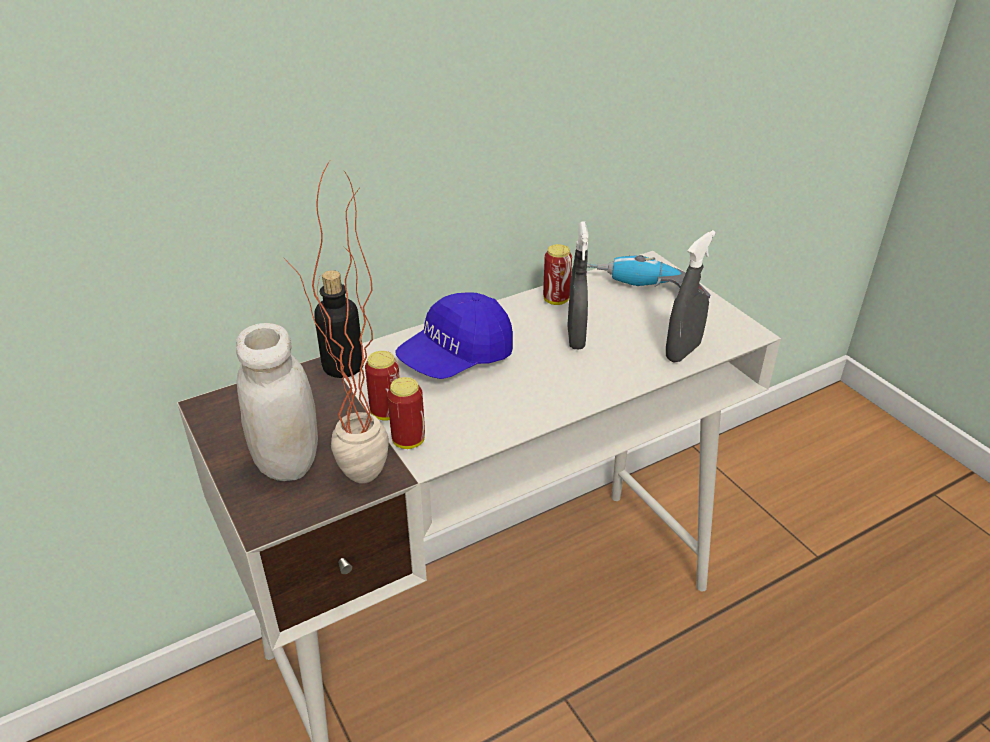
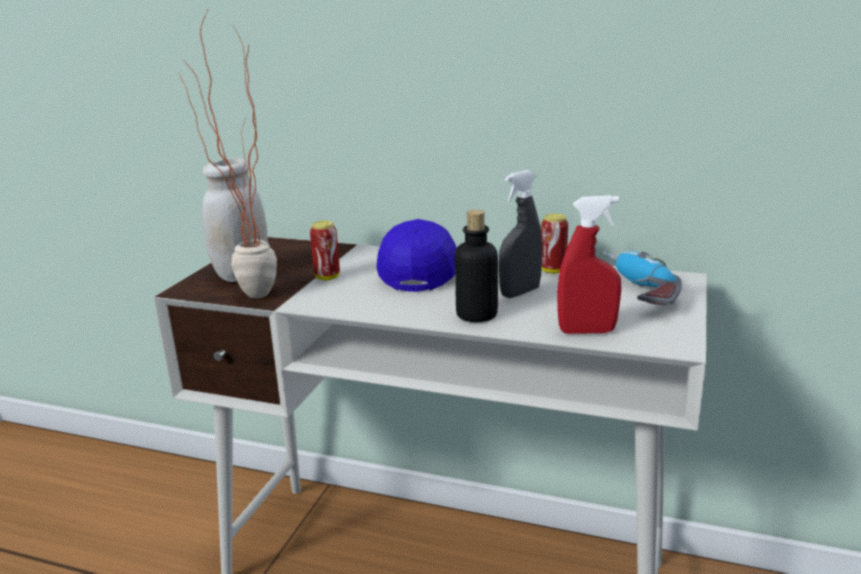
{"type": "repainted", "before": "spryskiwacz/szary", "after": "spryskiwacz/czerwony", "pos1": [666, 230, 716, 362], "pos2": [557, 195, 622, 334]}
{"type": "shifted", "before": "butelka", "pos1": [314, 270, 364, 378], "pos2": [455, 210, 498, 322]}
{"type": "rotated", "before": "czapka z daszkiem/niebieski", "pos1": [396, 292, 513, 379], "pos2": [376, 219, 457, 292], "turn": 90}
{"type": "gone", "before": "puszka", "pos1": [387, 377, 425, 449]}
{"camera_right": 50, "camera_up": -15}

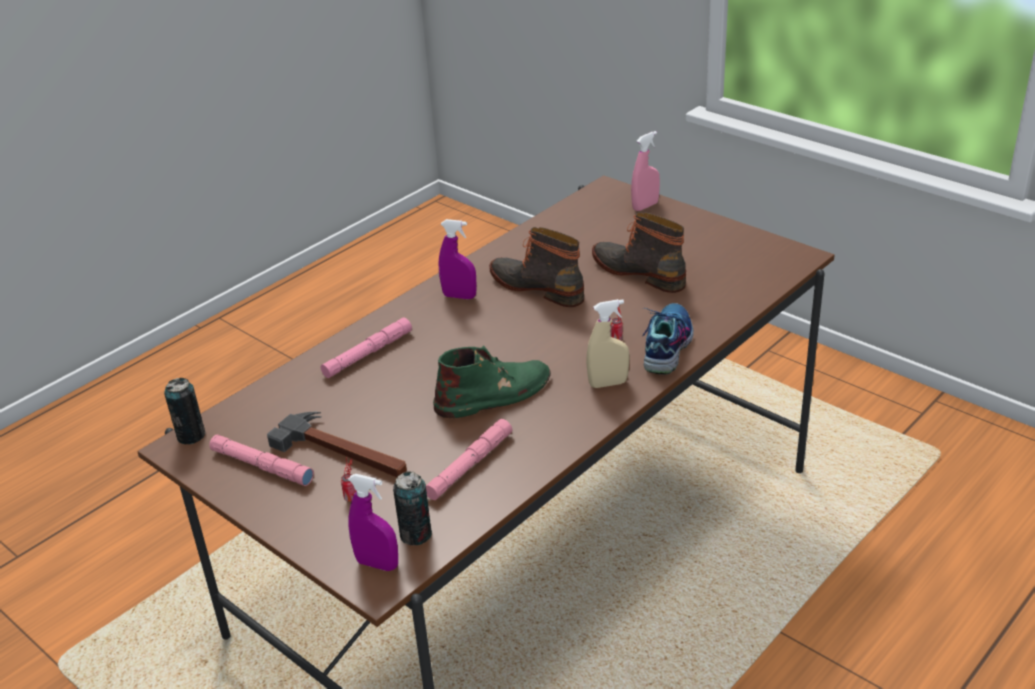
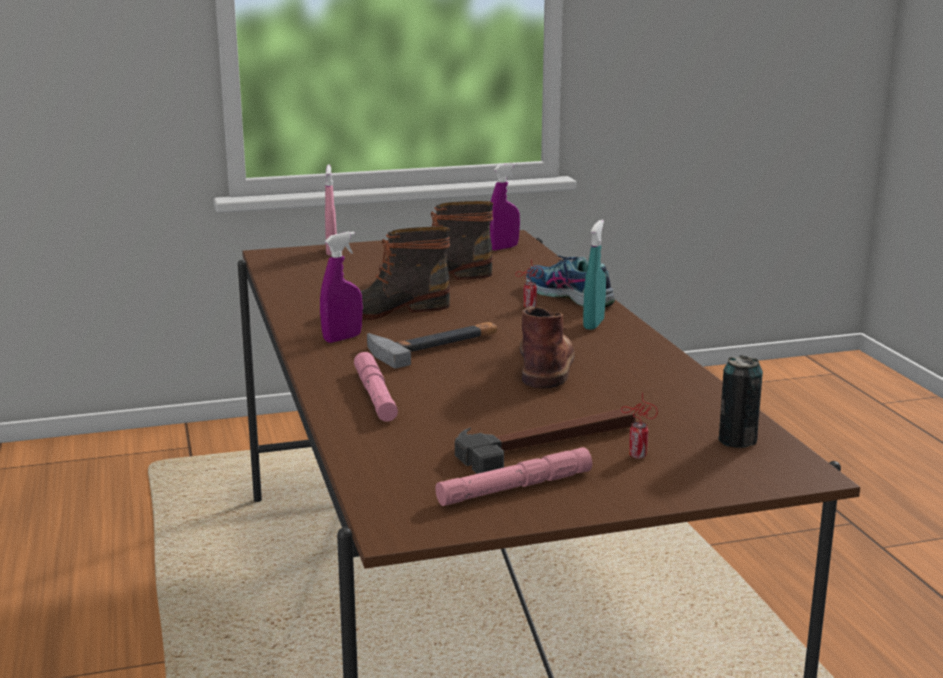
{"type": "repainted", "before": "spryskiwacz/beżowy", "after": "spryskiwacz/turkusowy", "pos1": [586, 299, 629, 388], "pos2": [583, 220, 606, 330]}
{"type": "repainted", "before": "but z cholewką/zielony", "after": "but z cholewką/brązowy", "pos1": [433, 345, 551, 418], "pos2": [520, 306, 575, 388]}
{"type": "gone", "before": "puszka", "pos1": [164, 378, 206, 444]}
{"type": "gone", "before": "latarka/różowy", "pos1": [426, 419, 512, 500]}
{"type": "shifted", "before": "spryskiwacz/fioletowy", "pos1": [348, 474, 398, 571], "pos2": [490, 163, 520, 250]}
{"type": "new", "after": "młotek", "pos2": [367, 322, 497, 369]}
{"camera_right": -60, "camera_up": -15}

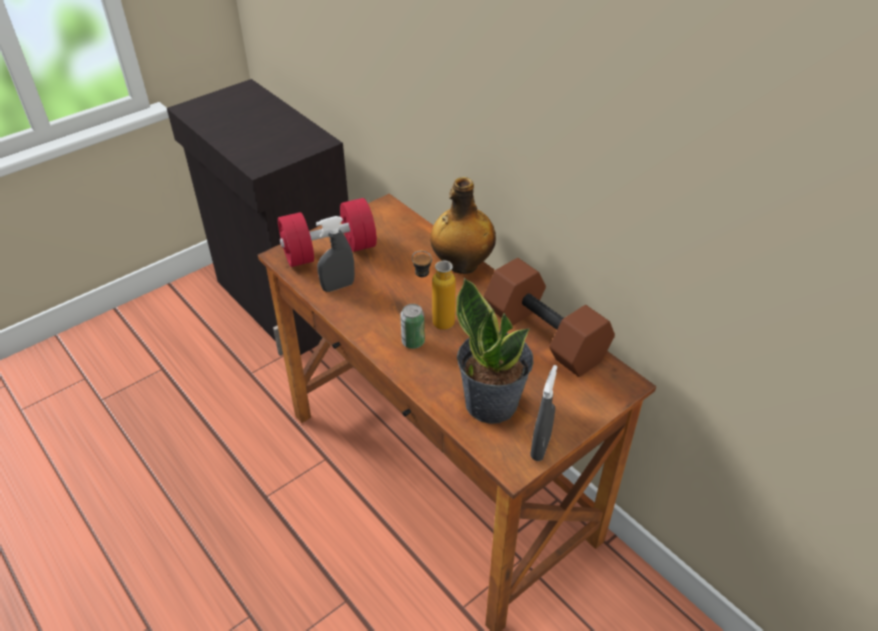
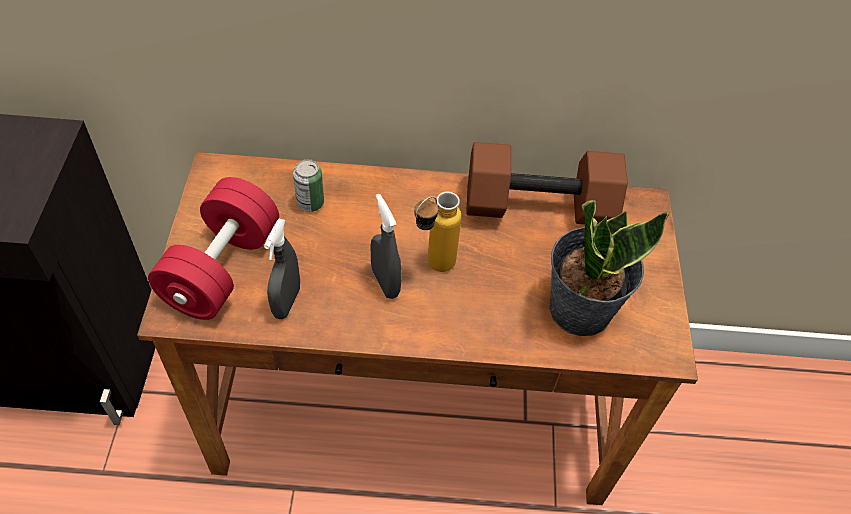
{"type": "gone", "before": "butelka", "pos1": [430, 177, 496, 274]}
{"type": "shifted", "before": "puszka", "pos1": [400, 304, 425, 349], "pos2": [293, 159, 324, 212]}
{"type": "shifted", "before": "spryskiwacz/szary", "pos1": [531, 365, 557, 461], "pos2": [370, 194, 401, 299]}
{"camera_right": -50, "camera_up": 10}

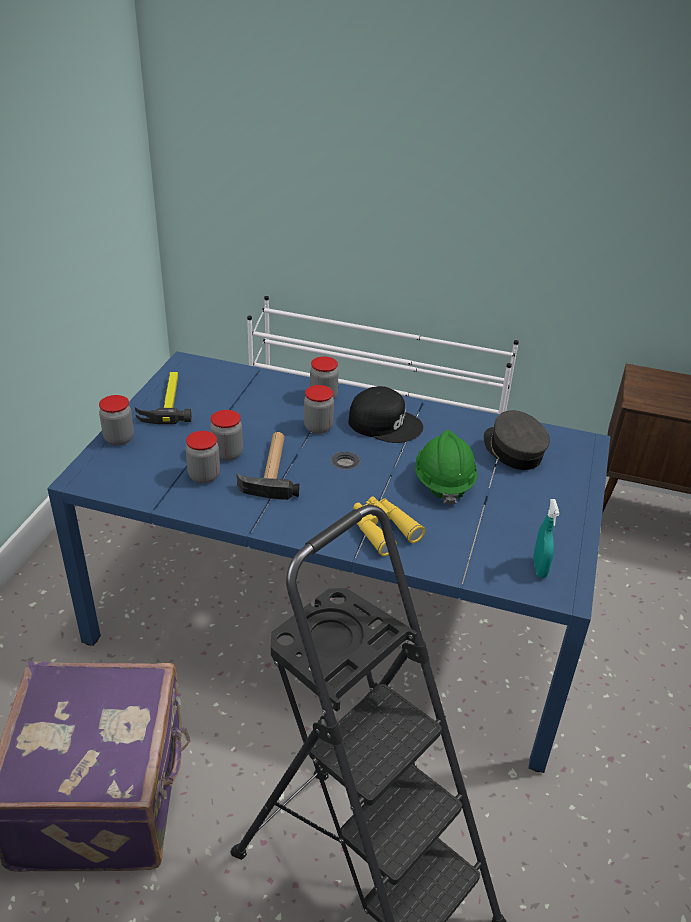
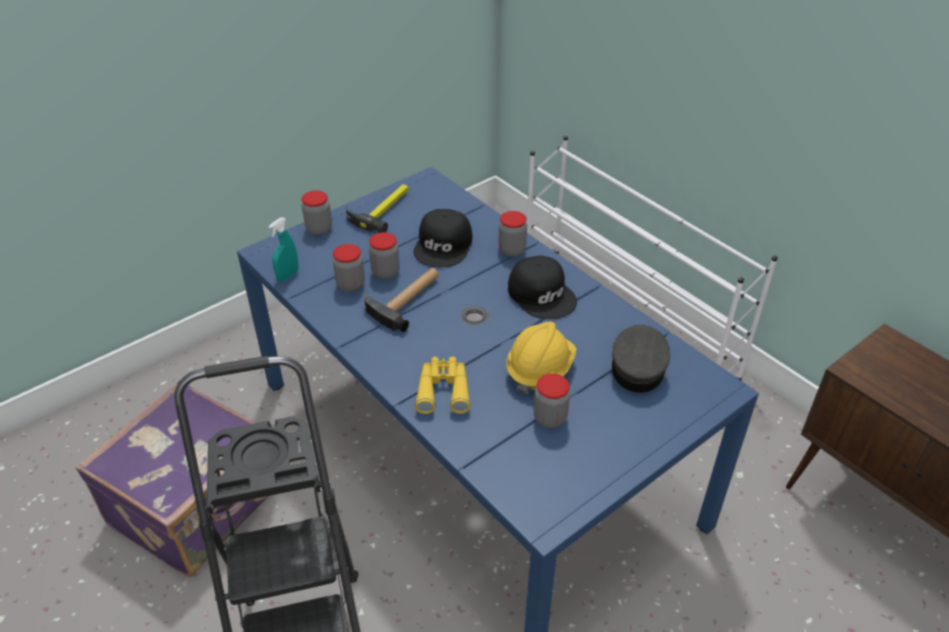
{"type": "shifted", "before": "słoik", "pos1": [304, 385, 334, 434], "pos2": [534, 373, 570, 428]}
{"type": "repainted", "before": "kask/zielony", "after": "kask/żółty", "pos1": [415, 430, 477, 505], "pos2": [506, 321, 577, 394]}
{"type": "shifted", "before": "spryskiwacz/turkusowy", "pos1": [533, 499, 559, 578], "pos2": [268, 218, 298, 282]}
{"type": "new", "after": "czapka z daszkiem/czarny", "pos2": [414, 209, 472, 267]}
{"camera_right": 35, "camera_up": 5}

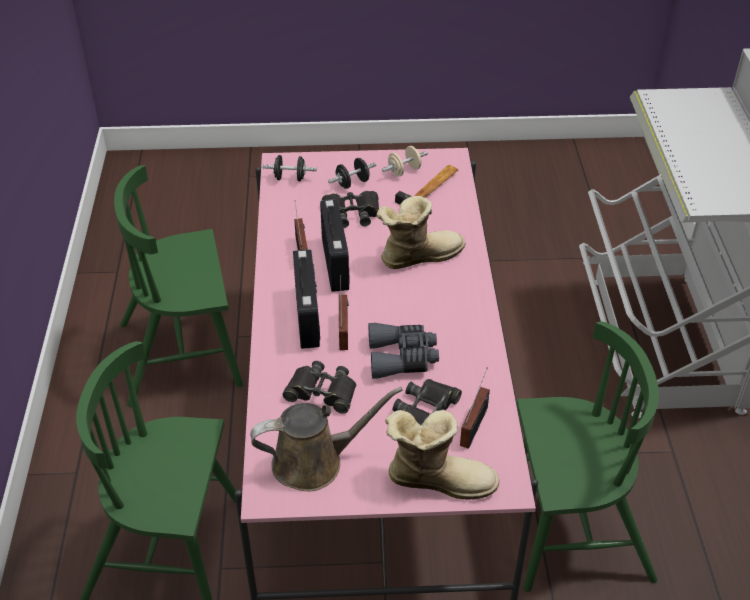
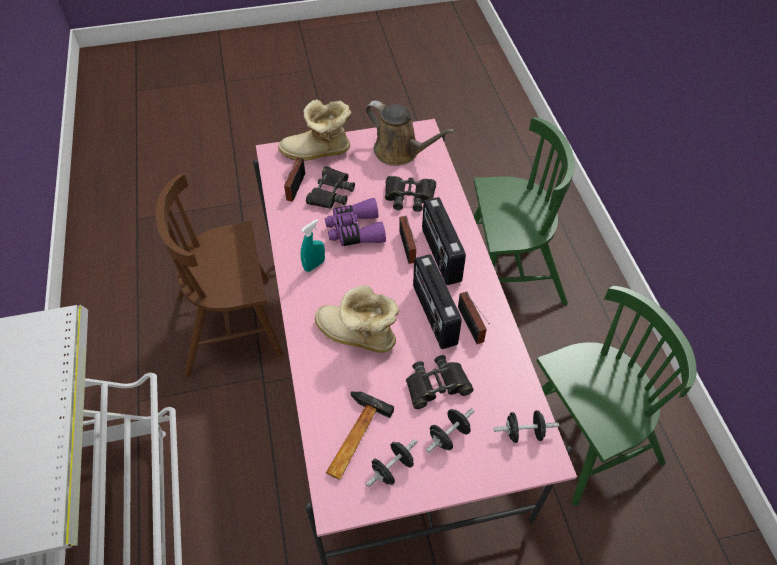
{"type": "repainted", "before": "hantel/beżowy", "after": "hantel/czarny", "pos1": [382, 146, 428, 177], "pos2": [366, 439, 417, 487]}
{"type": "rotated", "before": "but z cholewką", "pos1": [377, 196, 466, 269], "pos2": [315, 285, 399, 353], "turn": 60}
{"type": "repainted", "before": "krzesło/zielony", "after": "krzesło/brązowy", "pos1": [517, 322, 659, 592], "pos2": [156, 174, 284, 378]}
{"type": "repainted", "before": "lornetka/szary", "after": "lornetka/fioletowy", "pos1": [369, 323, 439, 379], "pos2": [325, 198, 386, 246]}
{"type": "rotated", "before": "konewka/brązowy", "pos1": [250, 387, 403, 491], "pos2": [365, 100, 455, 166], "turn": -120}
{"type": "new", "after": "spryskiwacz/turkusowy", "pos2": [301, 219, 325, 272]}
{"camera_right": 170, "camera_up": 10}

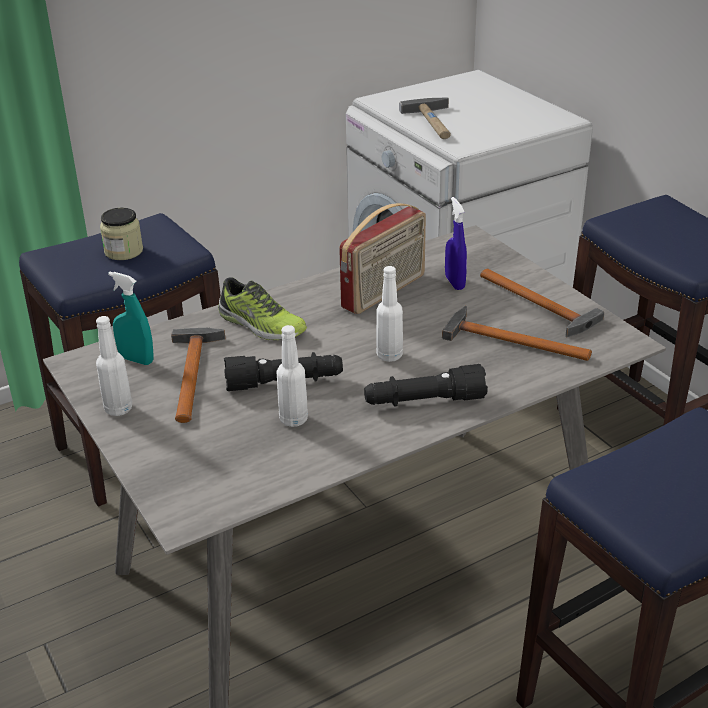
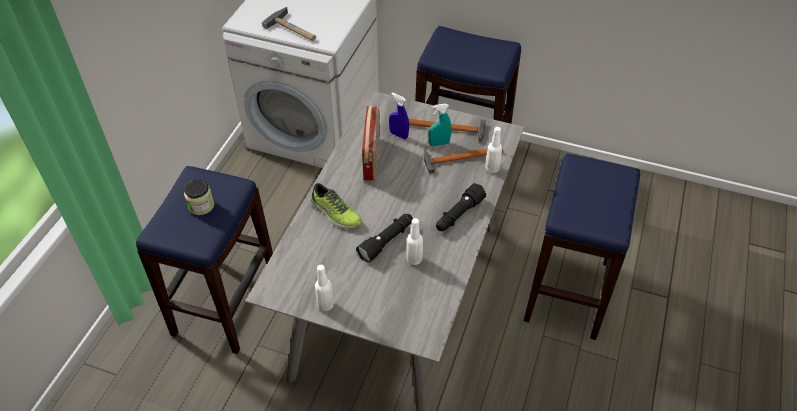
{"type": "shifted", "before": "butelka/biały", "pos1": [376, 266, 403, 362], "pos2": [485, 127, 502, 173]}
{"type": "shifted", "before": "spryskiwacz/turkusowy", "pos1": [108, 272, 153, 365], "pos2": [429, 104, 452, 146]}
{"type": "rotated", "before": "but", "pos1": [218, 278, 307, 340], "pos2": [310, 183, 362, 229], "turn": 45}
{"type": "gone", "before": "młotek", "pos1": [171, 328, 225, 423]}
{"camera_right": -40, "camera_up": 15}

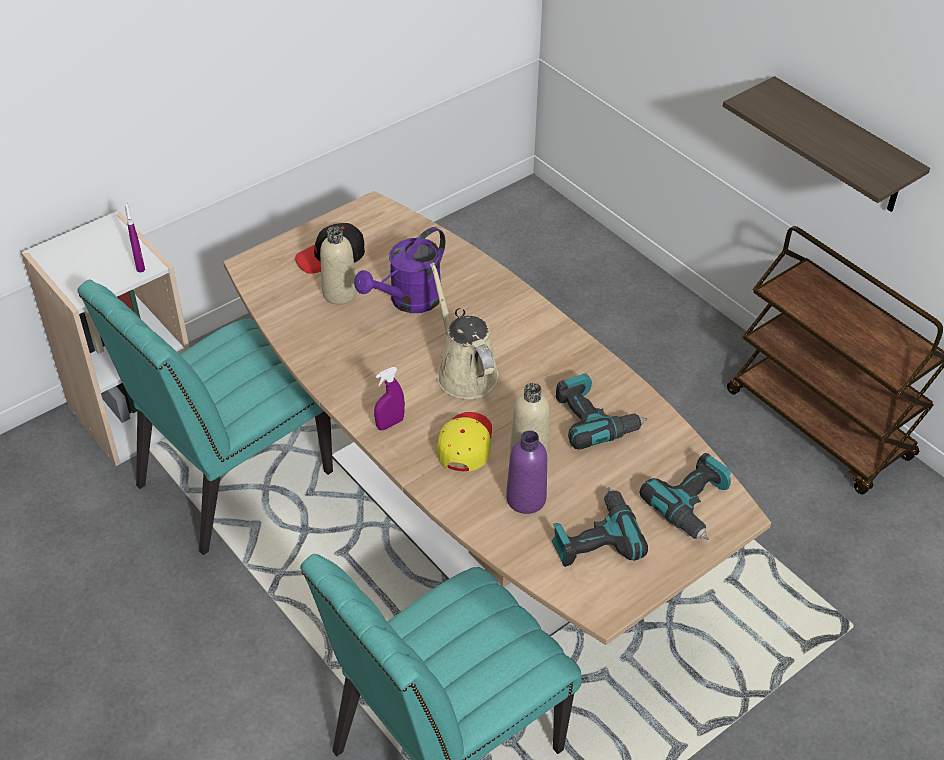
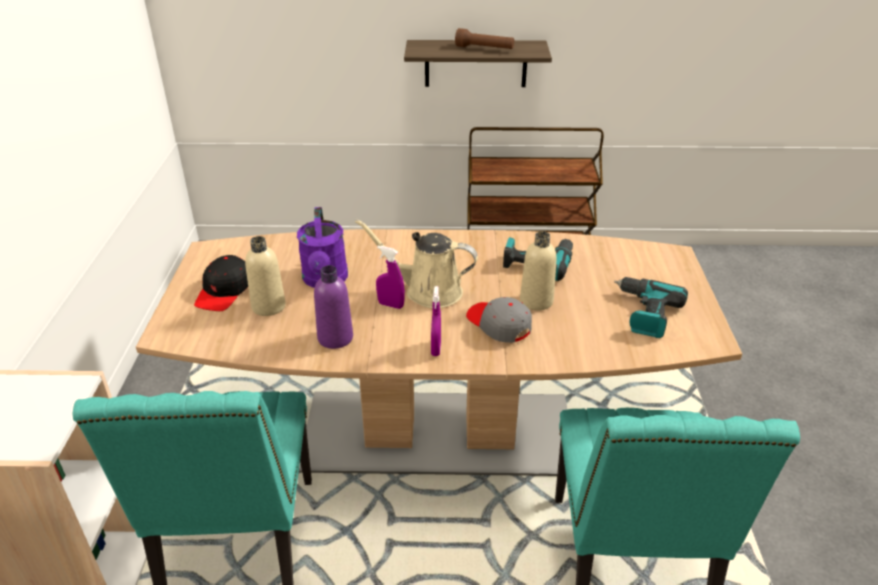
{"type": "shifted", "before": "spryskiwacz/fioletowy", "pos1": [125, 203, 145, 273], "pos2": [376, 246, 405, 309]}
{"type": "repainted", "before": "czapka z daszkiem/żółty", "after": "czapka z daszkiem/szary", "pos1": [437, 412, 492, 471], "pos2": [466, 297, 532, 343]}
{"type": "shifted", "before": "butelka/fioletowy", "pos1": [506, 430, 547, 514], "pos2": [314, 265, 353, 349]}
{"type": "gone", "before": "wiertarka", "pos1": [640, 453, 731, 540]}
{"type": "new", "after": "latarka/brązowy", "pos2": [455, 28, 514, 49]}
{"camera_right": -50, "camera_up": -10}

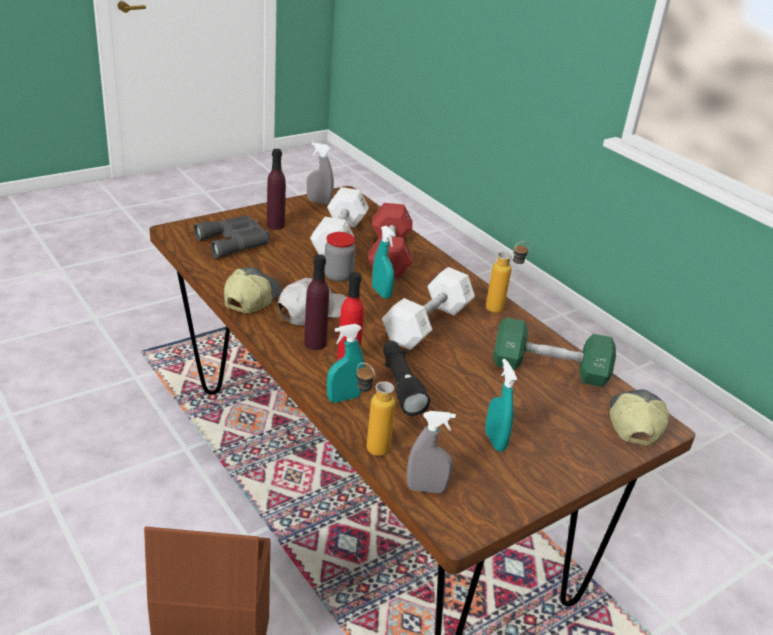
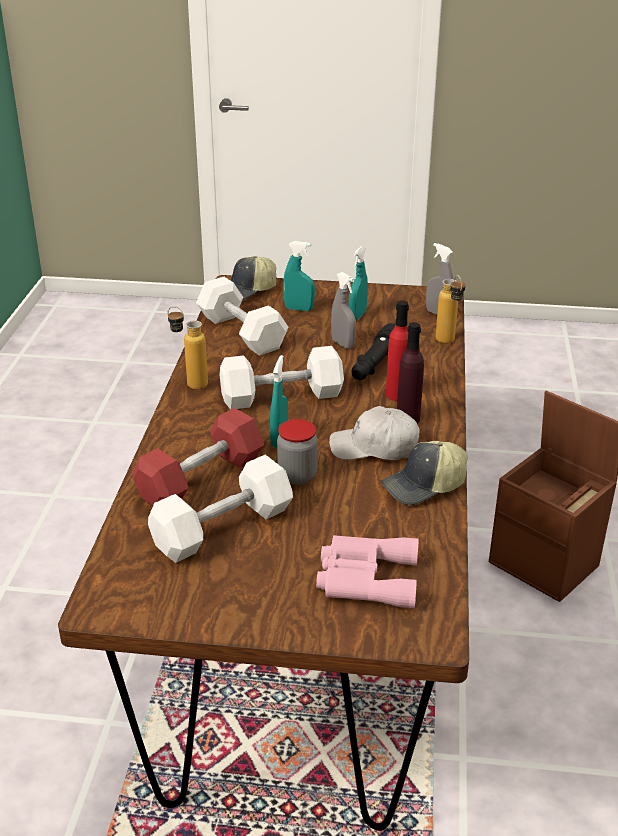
{"type": "shifted", "before": "spryskiwacz/szary", "pos1": [307, 143, 334, 204], "pos2": [331, 272, 356, 349]}
{"type": "gone", "before": "butelka/fioletowy", "pos1": [267, 149, 286, 230]}
{"type": "repainted", "before": "lornetka/szary", "after": "lornetka/różowy", "pos1": [194, 215, 270, 259], "pos2": [316, 535, 419, 608]}
{"type": "repainted", "before": "hantel/zielony", "after": "hantel/biały", "pos1": [493, 317, 616, 387], "pos2": [196, 277, 289, 356]}
{"type": "shifted", "before": "spryskiwacz/turkusowy", "pos1": [327, 324, 364, 403], "pos2": [283, 241, 315, 311]}
{"camera_right": -135, "camera_up": 0}

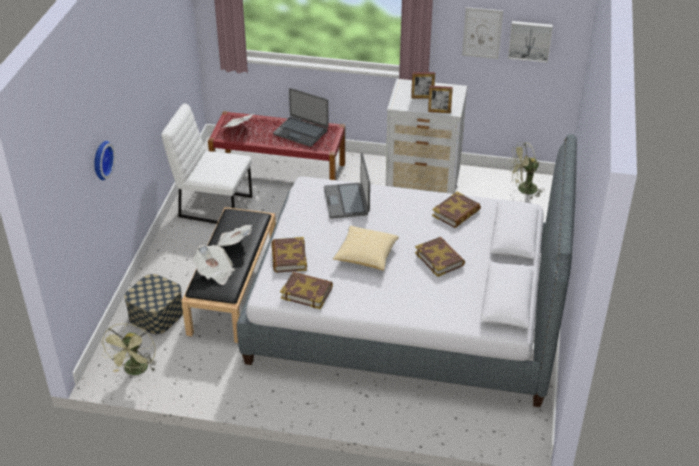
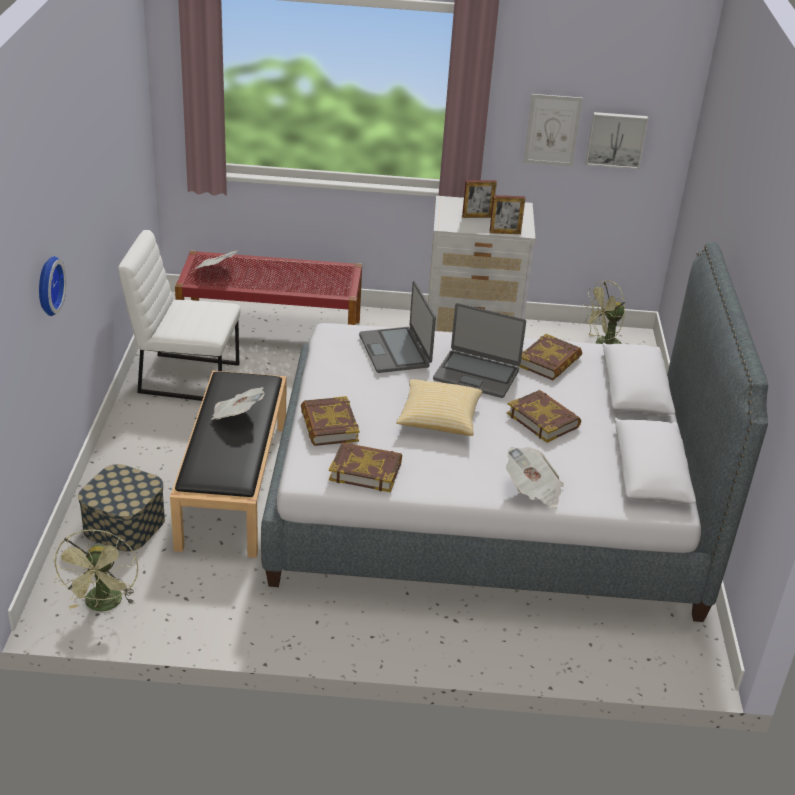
{"type": "shifted", "before": "laptop", "pos1": [273, 88, 329, 147], "pos2": [433, 303, 526, 398]}
{"type": "shifted", "before": "gazeta", "pos1": [193, 245, 235, 285], "pos2": [506, 447, 564, 508]}
{"camera_right": -10, "camera_up": -5}

